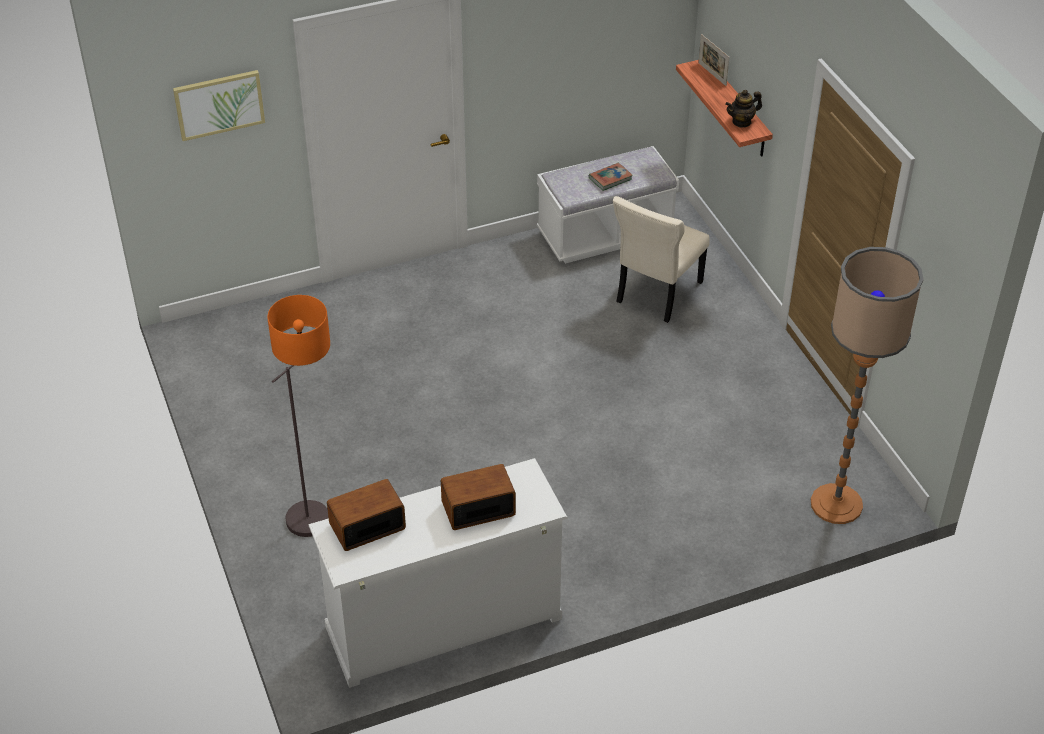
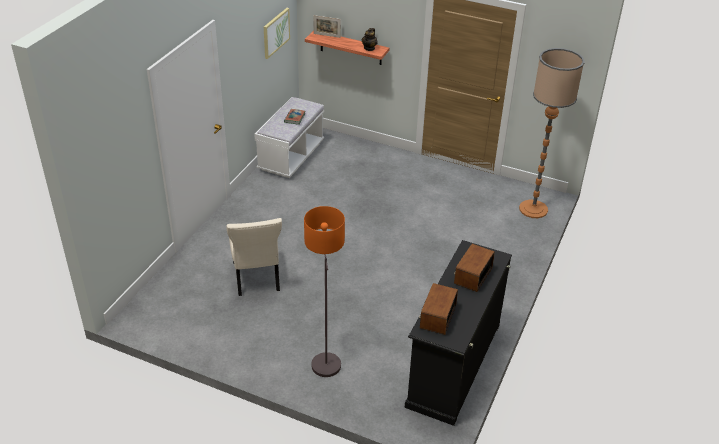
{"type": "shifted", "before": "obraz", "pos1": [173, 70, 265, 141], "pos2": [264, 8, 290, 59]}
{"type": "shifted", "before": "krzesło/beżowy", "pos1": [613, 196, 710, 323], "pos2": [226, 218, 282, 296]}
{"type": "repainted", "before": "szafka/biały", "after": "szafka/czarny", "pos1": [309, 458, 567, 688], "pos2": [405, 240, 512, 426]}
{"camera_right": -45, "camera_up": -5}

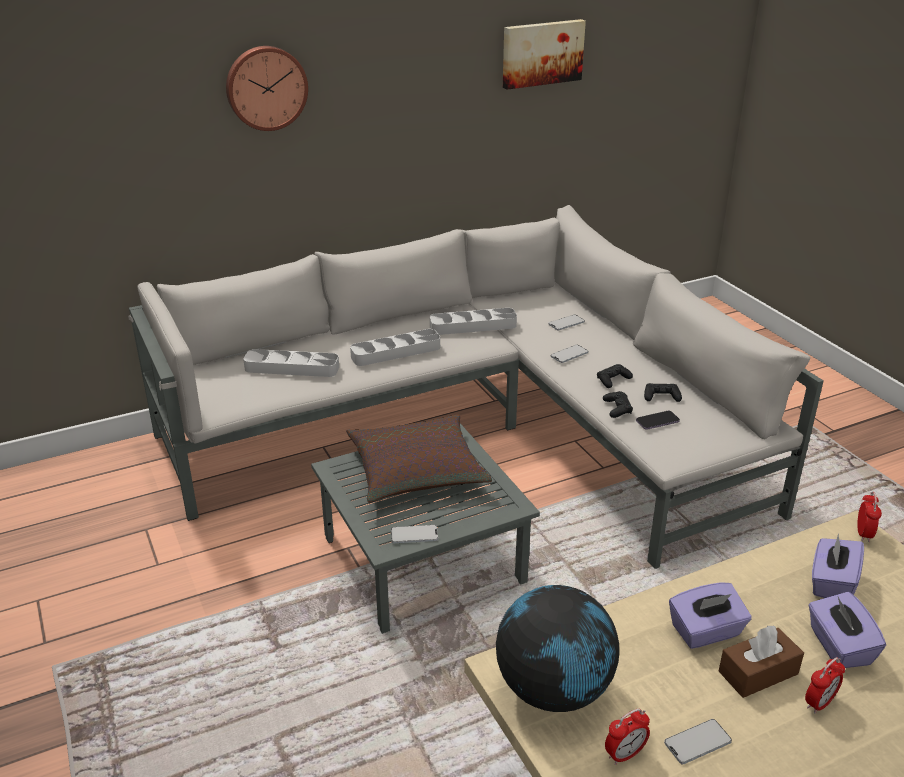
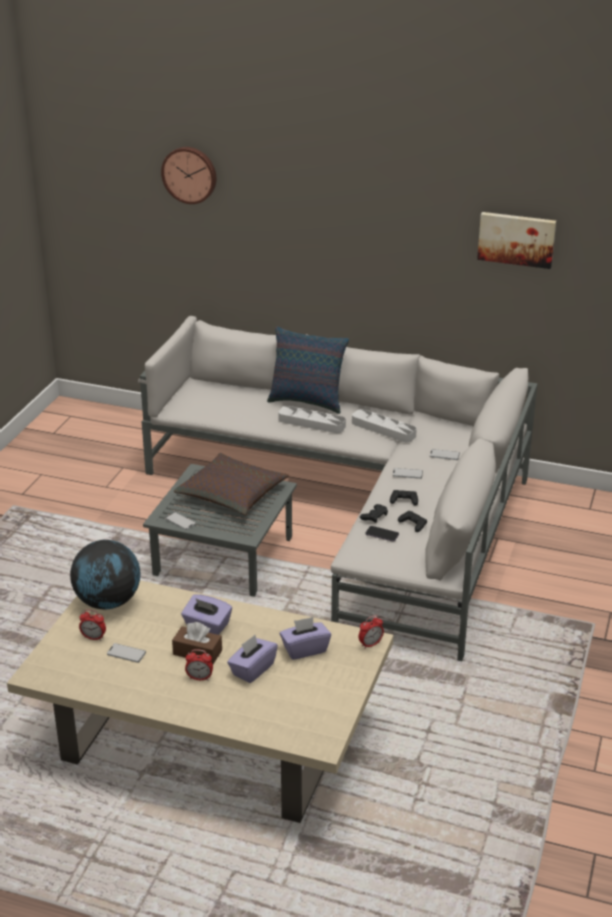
{"type": "shifted", "before": "zegar ścienny", "pos1": [226, 46, 308, 131], "pos2": [161, 147, 216, 204]}
{"type": "gone", "before": "taca/szary", "pos1": [243, 349, 339, 377]}
{"type": "new", "after": "poduszka/niebieski", "pos2": [267, 326, 349, 414]}
{"camera_right": 45, "camera_up": 0}

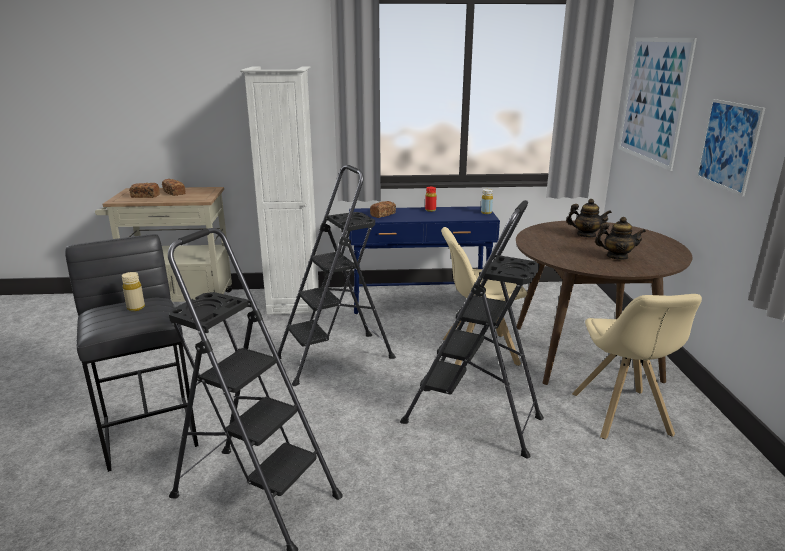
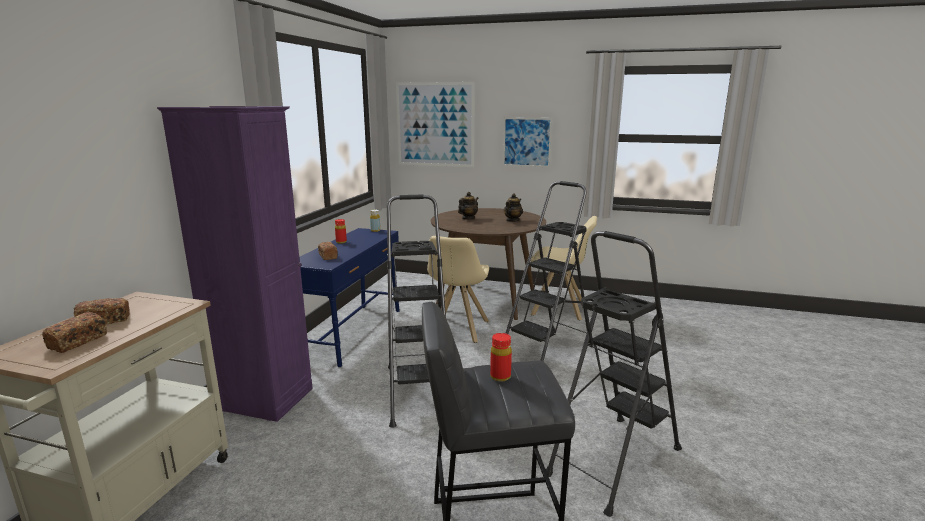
{"type": "repainted", "before": "szafka/biały", "after": "szafka/fioletowy", "pos1": [240, 66, 319, 315], "pos2": [157, 106, 313, 422]}
{"type": "repainted", "before": "butelka/beżowy", "after": "butelka/czerwony", "pos1": [122, 272, 145, 311], "pos2": [490, 333, 512, 382]}
{"camera_right": -70, "camera_up": -5}

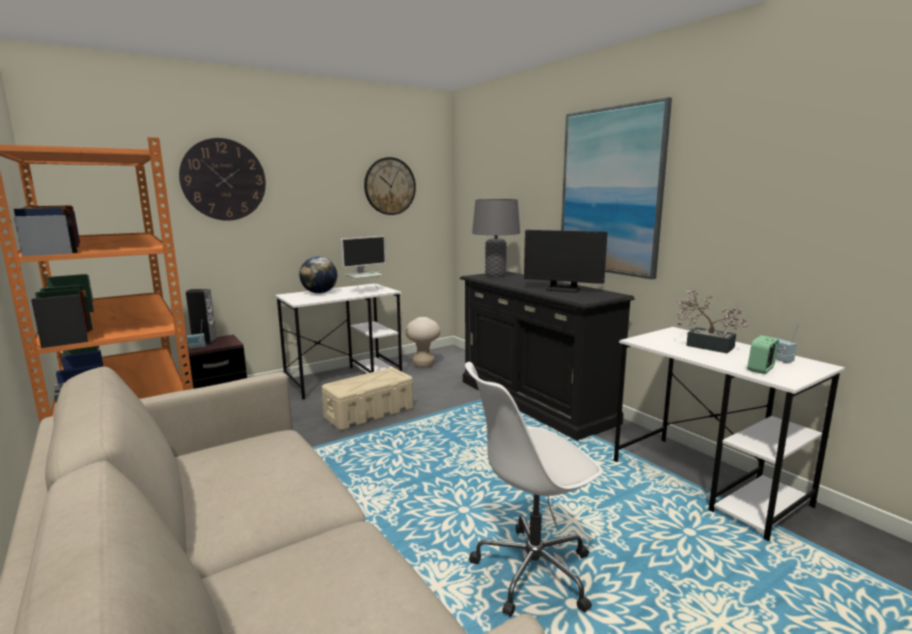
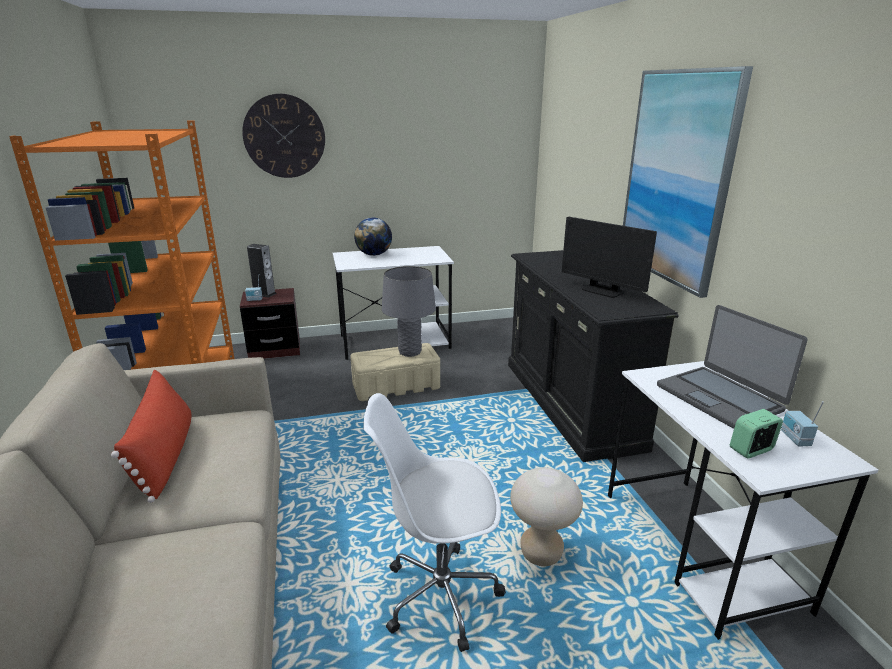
{"type": "gone", "before": "zegar ścienny", "pos1": [364, 157, 416, 215]}
{"type": "shifted", "before": "lampa stołowa/szary", "pos1": [472, 199, 520, 277], "pos2": [382, 266, 436, 357]}
{"type": "gone", "before": "monitor", "pos1": [341, 236, 386, 287]}
{"type": "swapped", "before": "roślina doniczkowa", "after": "laptop", "pos1": [677, 289, 747, 353], "pos2": [657, 305, 808, 429]}
{"type": "shifted", "before": "stołek/beżowy", "pos1": [405, 317, 440, 367], "pos2": [510, 467, 583, 566]}
{"type": "new", "after": "poduszka/czerwony", "pos2": [111, 370, 191, 503]}
{"camera_right": 20, "camera_up": 10}

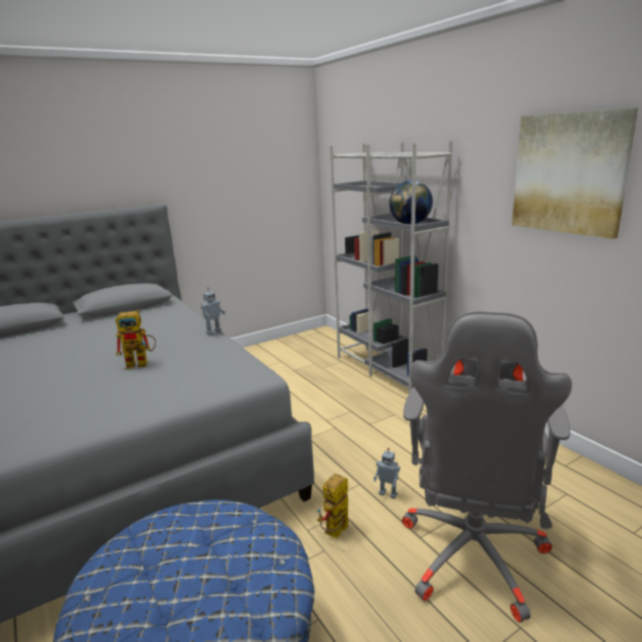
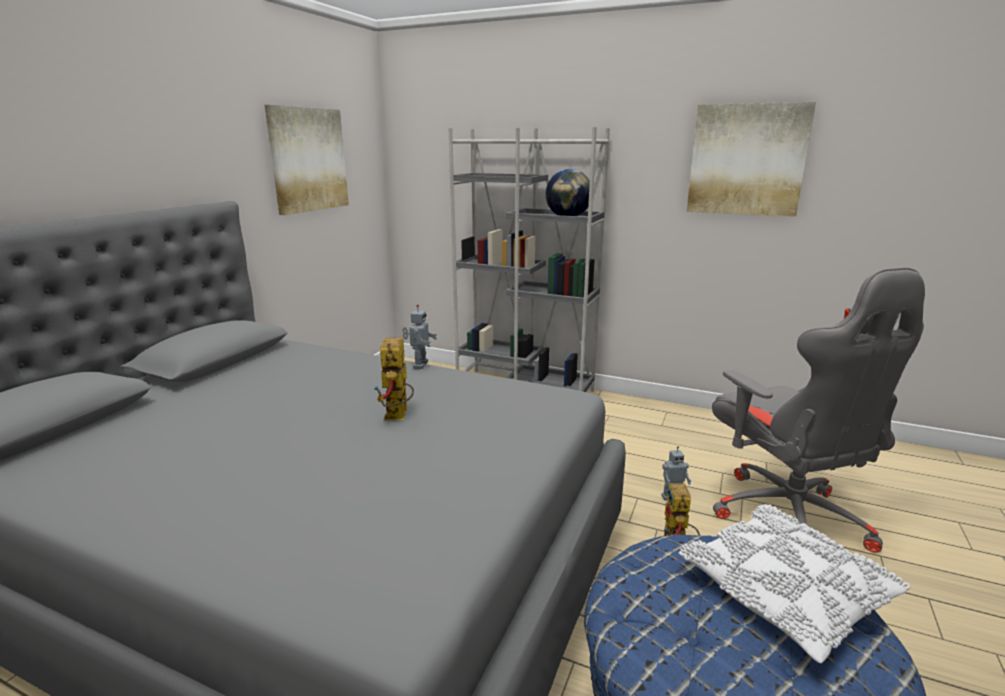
{"type": "rotated", "before": "robot zabawkowy", "pos1": [115, 309, 156, 369], "pos2": [374, 338, 414, 421], "turn": 135}
{"type": "new", "after": "obraz", "pos2": [265, 105, 349, 215]}
{"type": "new", "after": "poduszka/biały", "pos2": [679, 504, 910, 663]}
{"camera_right": -35, "camera_up": 0}

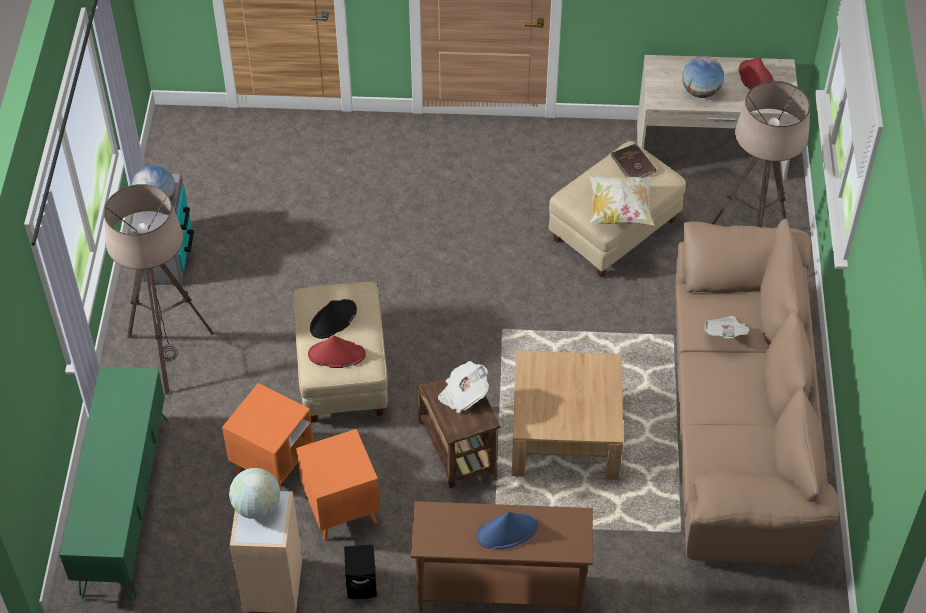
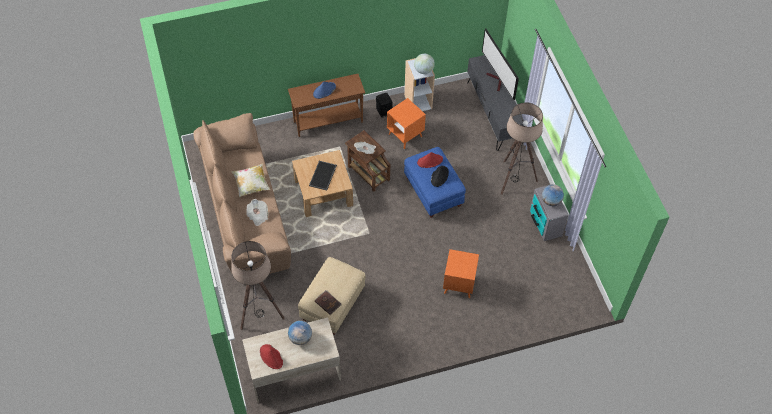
{"type": "shifted", "before": "poduszka", "pos1": [589, 175, 655, 226], "pos2": [231, 164, 270, 197]}
{"type": "repainted", "before": "pufa/beżowy", "after": "pufa/niebieski", "pos1": [293, 282, 388, 423], "pos2": [404, 147, 466, 218]}
{"type": "repainted", "before": "szafka pod telewizor/zielony", "after": "szafka pod telewizor/szary", "pos1": [59, 367, 168, 601], "pos2": [467, 55, 524, 151]}
{"type": "shifted", "before": "stolik/pomarańczowy", "pos1": [222, 383, 314, 491], "pos2": [443, 249, 479, 298]}
{"type": "new", "after": "telewizor", "pos2": [482, 29, 519, 100]}
{"type": "new", "after": "taca", "pos2": [309, 161, 337, 190]}
{"camera_right": 160, "camera_up": 5}

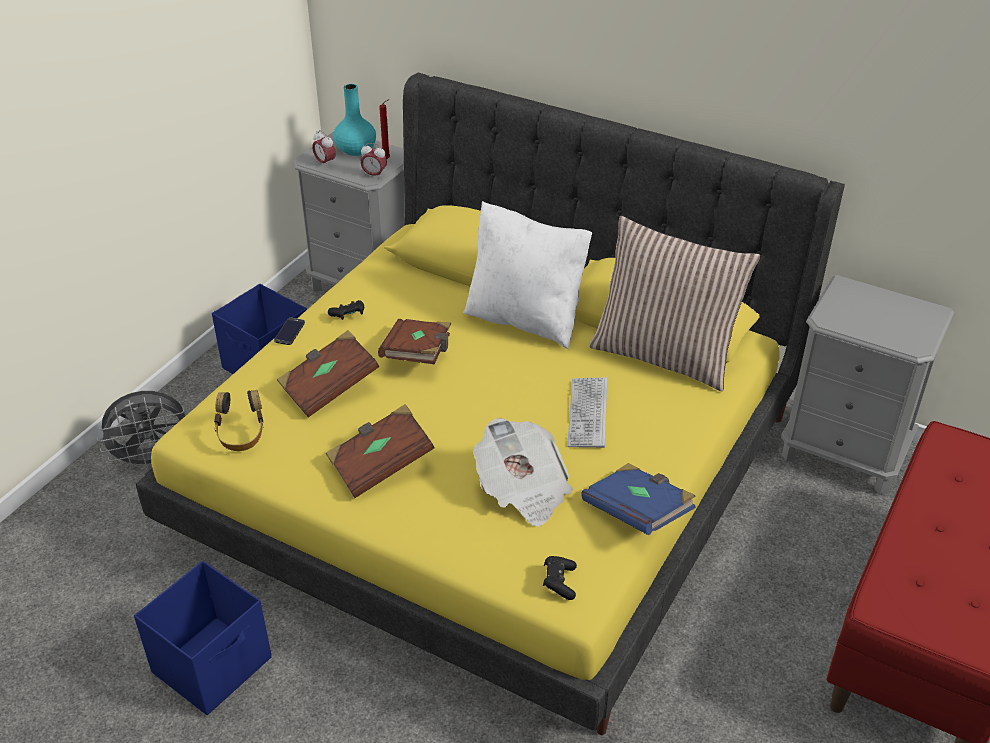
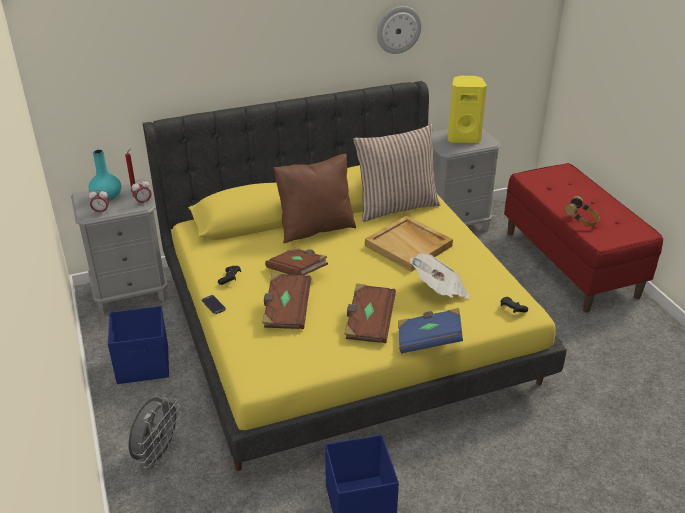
{"type": "repainted", "before": "poduszka/biały", "after": "poduszka/brązowy", "pos1": [463, 201, 592, 349], "pos2": [274, 154, 356, 243]}
{"type": "swapped", "before": "klawiatura", "after": "taca/beżowy", "pos1": [567, 377, 607, 448], "pos2": [365, 216, 453, 272]}
{"type": "shifted", "before": "słuchawki", "pos1": [214, 390, 263, 451], "pos2": [565, 196, 600, 227]}
{"type": "shifted", "before": "książka/niebieski", "pos1": [581, 463, 696, 535], "pos2": [398, 308, 463, 353]}
{"type": "new", "after": "zegar ścienny", "pos2": [377, 6, 421, 54]}
{"type": "new", "after": "głośnik/żółty", "pos2": [448, 76, 487, 143]}
{"camera_right": -50, "camera_up": -5}

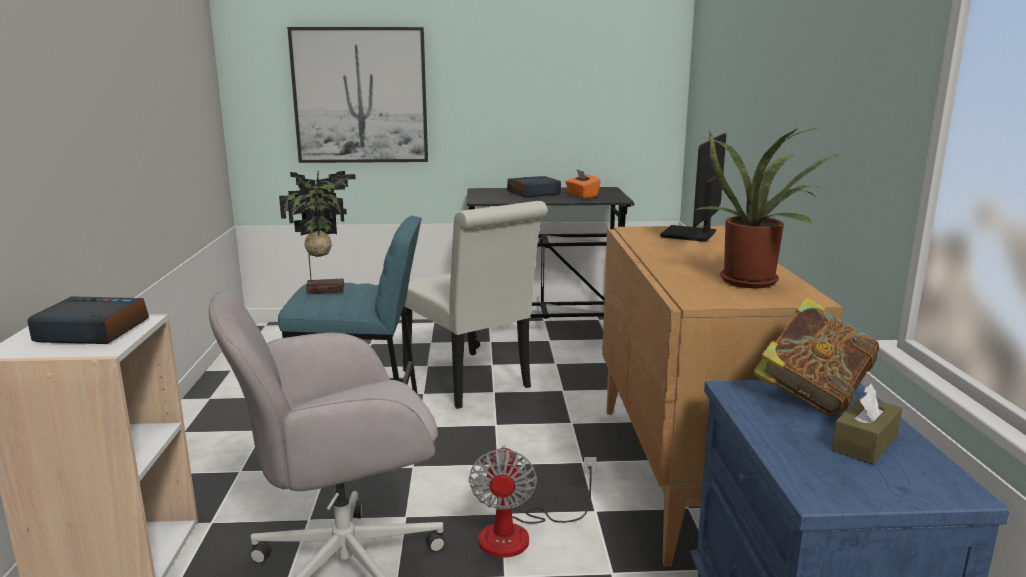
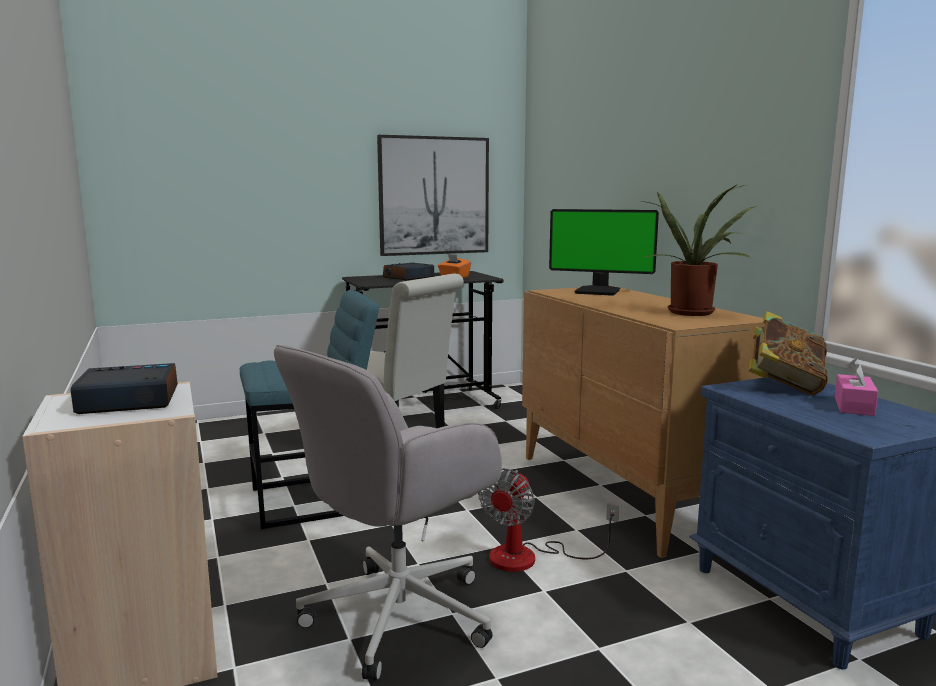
{"type": "shifted", "before": "obraz", "pos1": [287, 27, 428, 163], "pos2": [377, 135, 489, 256]}
{"type": "rotated", "before": "monitor", "pos1": [660, 133, 726, 242], "pos2": [549, 209, 659, 296], "turn": -75}
{"type": "gone", "before": "roślina doniczkowa", "pos1": [279, 170, 356, 294]}
{"type": "repainted", "before": "pudełko chusteczek/brązowy", "after": "pudełko chusteczek/różowy", "pos1": [831, 383, 902, 464], "pos2": [835, 358, 878, 416]}
{"type": "rotated", "before": "wentylator", "pos1": [469, 446, 597, 558], "pos2": [478, 468, 619, 572], "turn": 45}
{"camera_right": -20, "camera_up": -5}

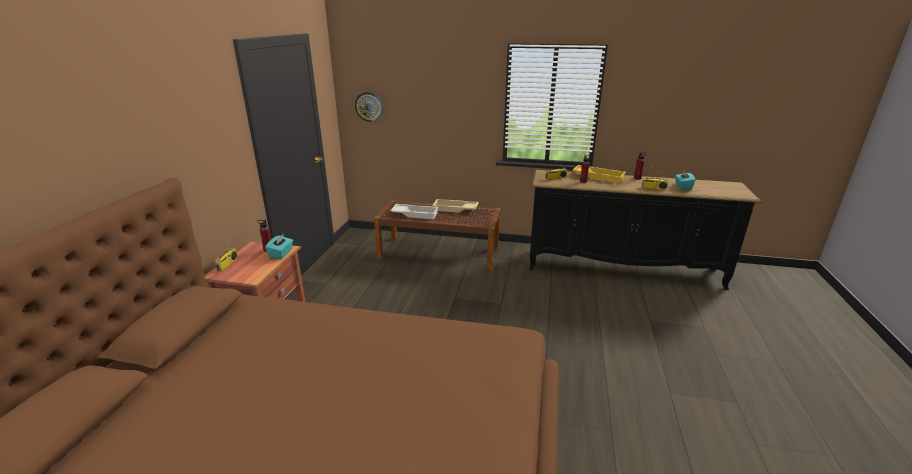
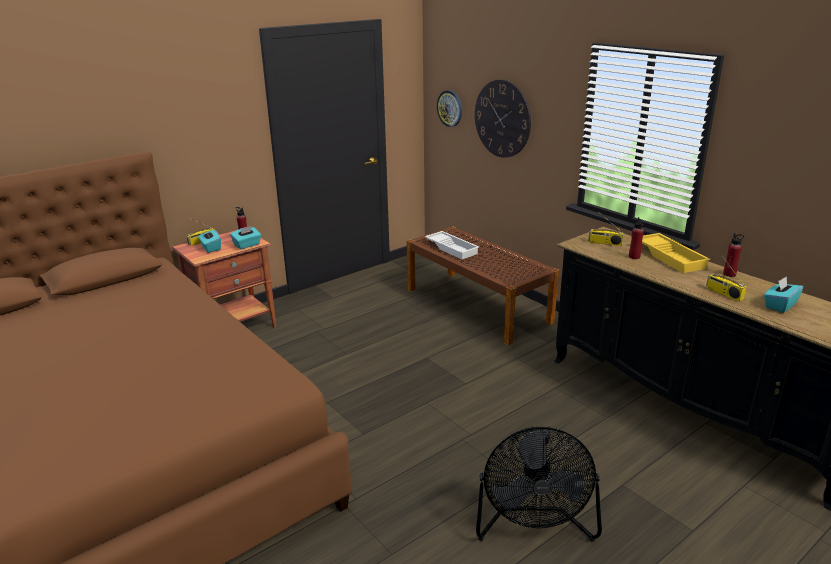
{"type": "gone", "before": "taca/beżowy", "pos1": [433, 199, 479, 213]}
{"type": "new", "after": "zegar ścienny", "pos2": [475, 79, 531, 158]}
{"type": "new", "after": "pudełko chusteczek/turkusowy", "pos2": [198, 230, 221, 253]}
{"type": "new", "after": "wentylator/czarny", "pos2": [476, 426, 602, 542]}
{"camera_right": 40, "camera_up": 0}

